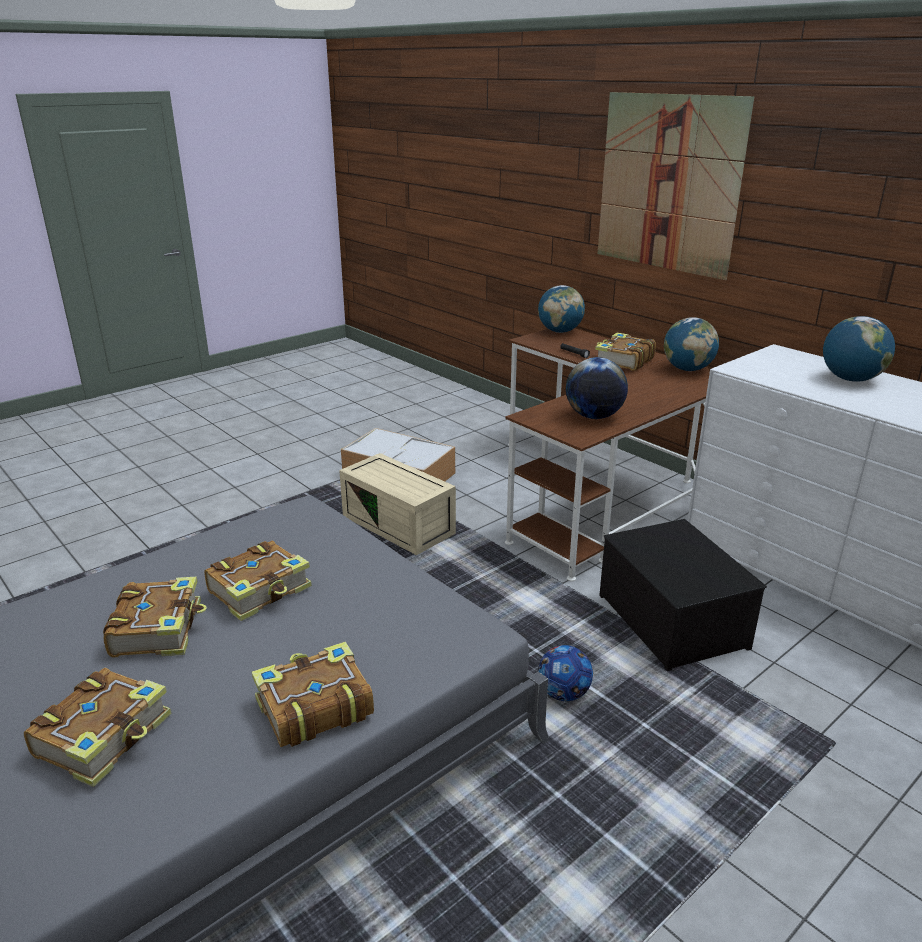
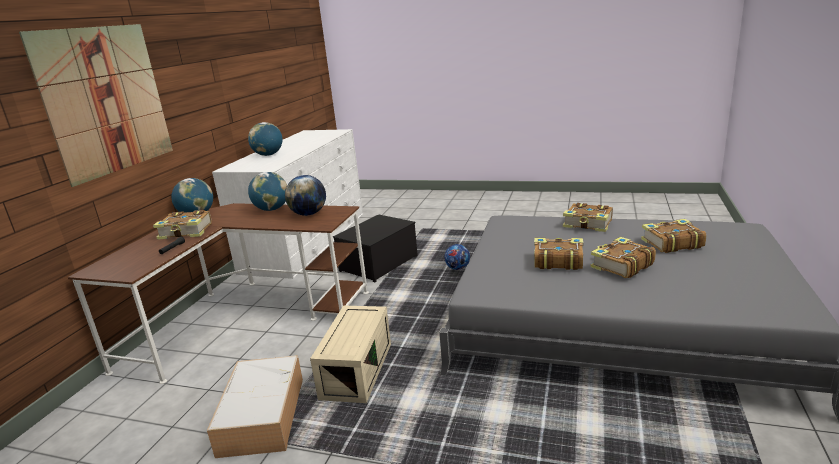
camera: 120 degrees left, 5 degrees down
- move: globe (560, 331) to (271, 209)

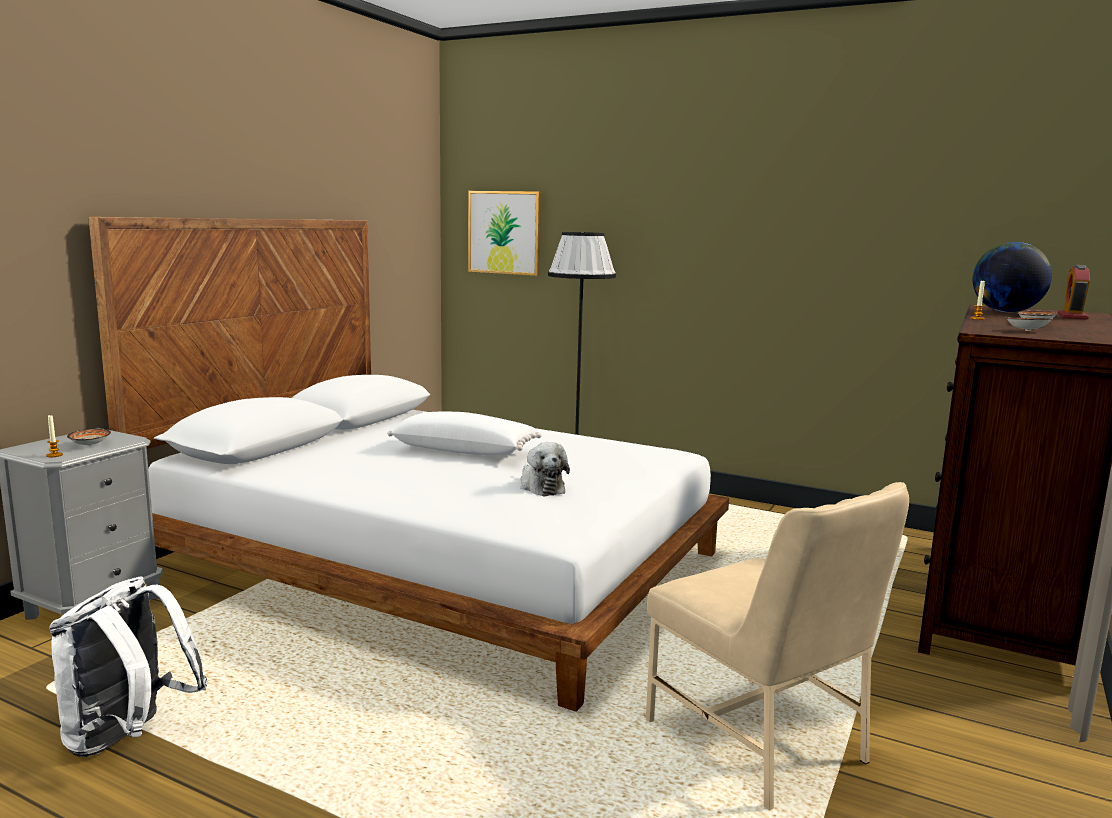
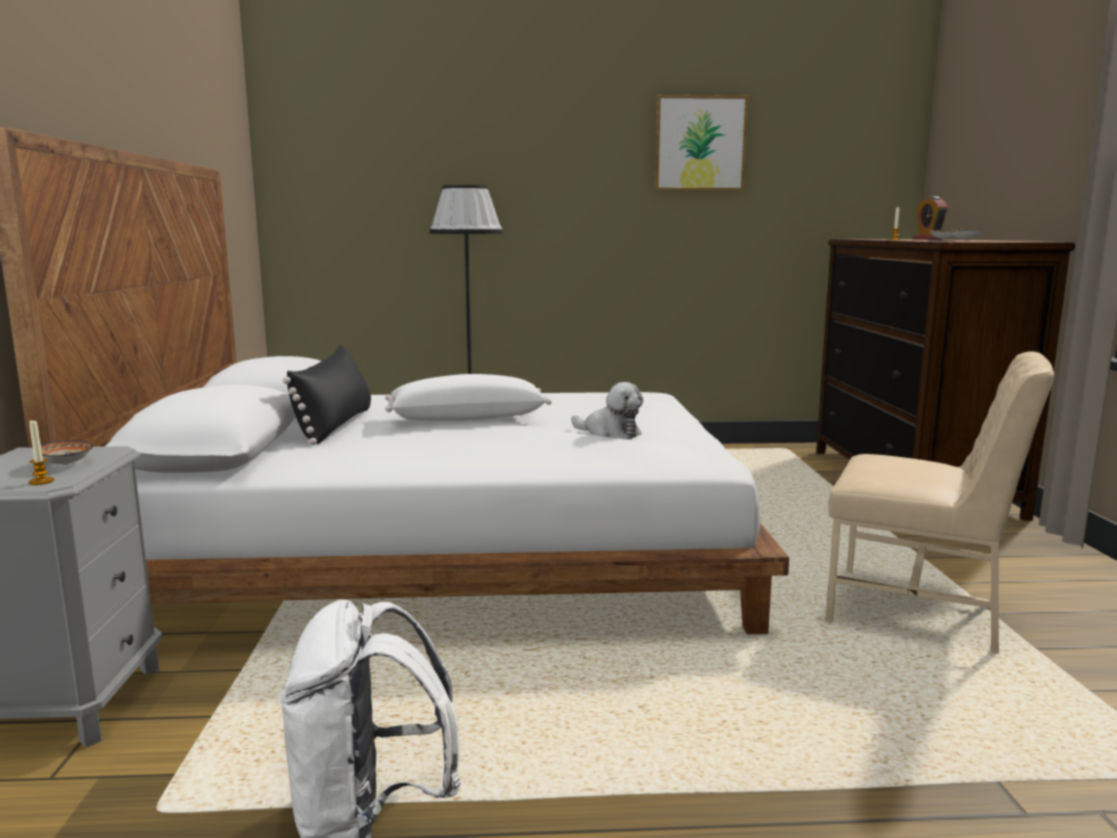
camera: 30 degrees left, 0 degrees up
- delete: globe (1006, 312)
- insert: coussin (noir) (335, 425)
- move: tableau (505, 232) to (700, 143)

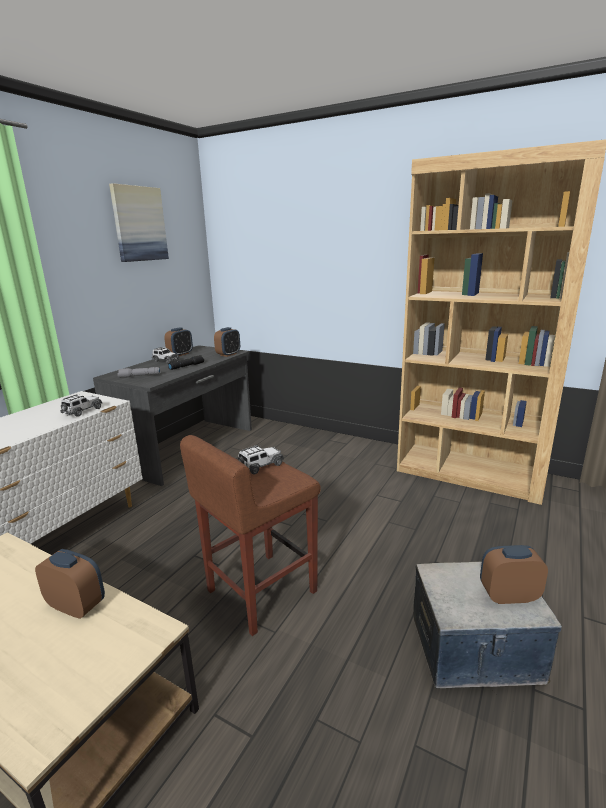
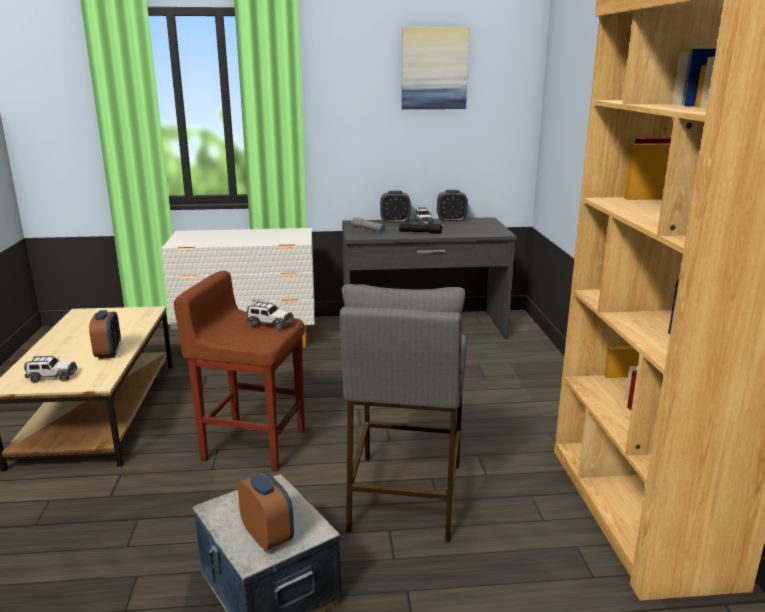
camera: 55 degrees right, 0 degrees up
- insert: tabouret (gris) (404, 496)
- move: petite voiture (82, 411) to (52, 377)
- move: réveil (228, 354) to (395, 222)

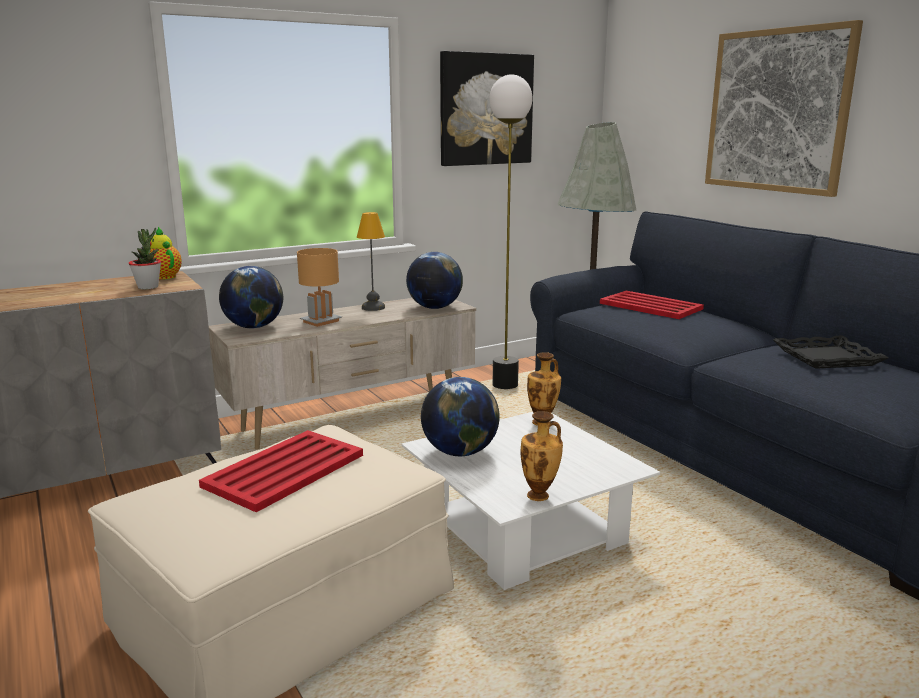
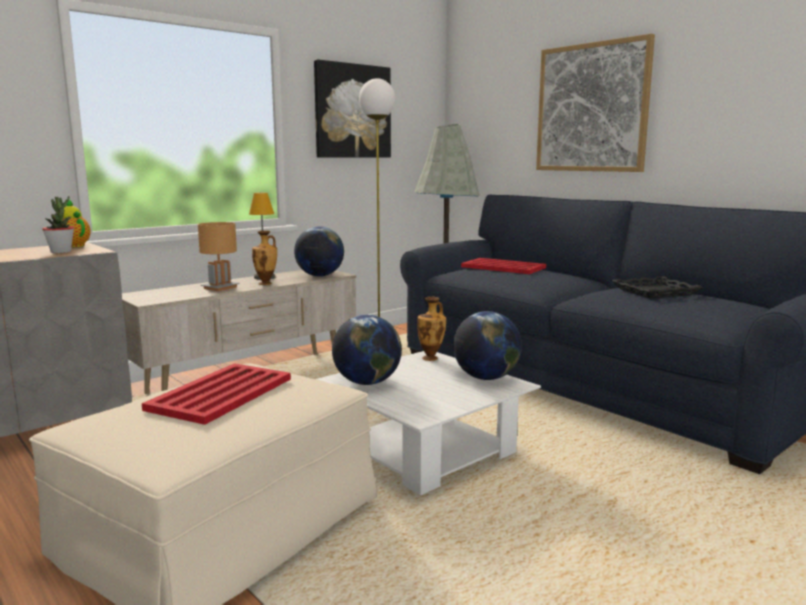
camera: 10 degrees left, 5 degrees down
- move: globe (254, 327) to (486, 378)
- move: vase (539, 496) to (266, 284)

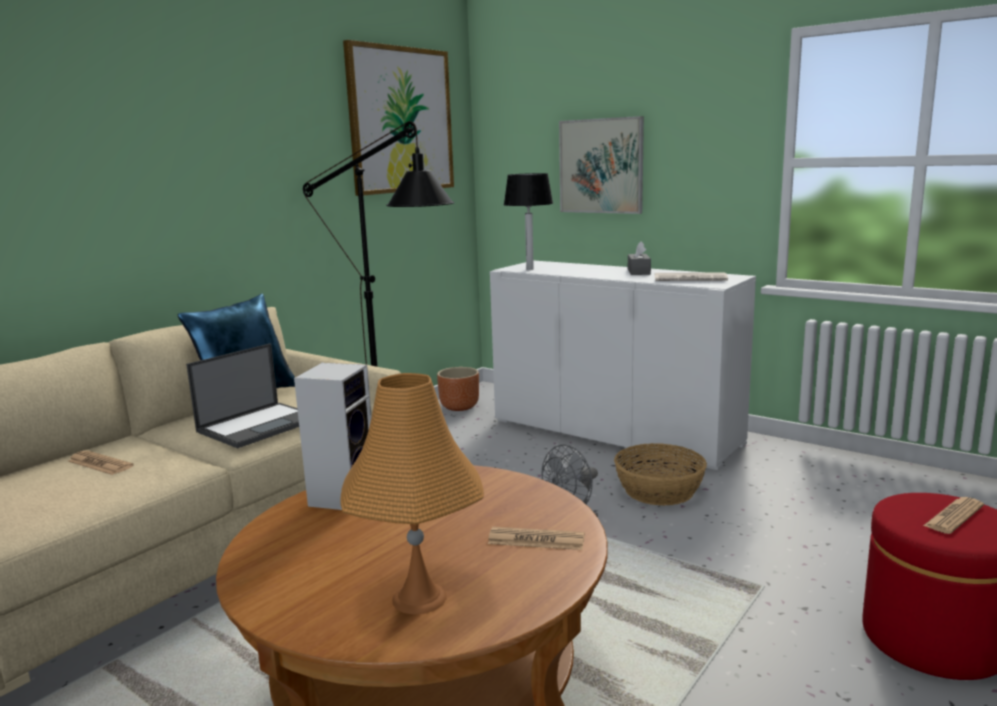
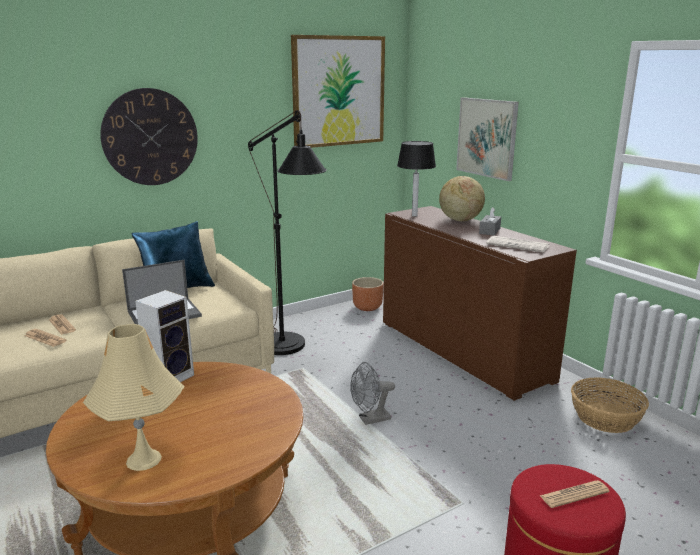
camera: 20 degrees right, 5 degrees up
- insert: horloge murale (150, 137)
- insert: globe (460, 220)
- move: journal (536, 540) to (45, 338)
- move: panier (659, 490) to (606, 417)
- recolor: lampe de table (orange) (419, 598) to lampe de table (beige) (143, 460)
- recolor: meuble de rangement (blanc) (614, 432) to meuble de rangement (marron) (462, 350)

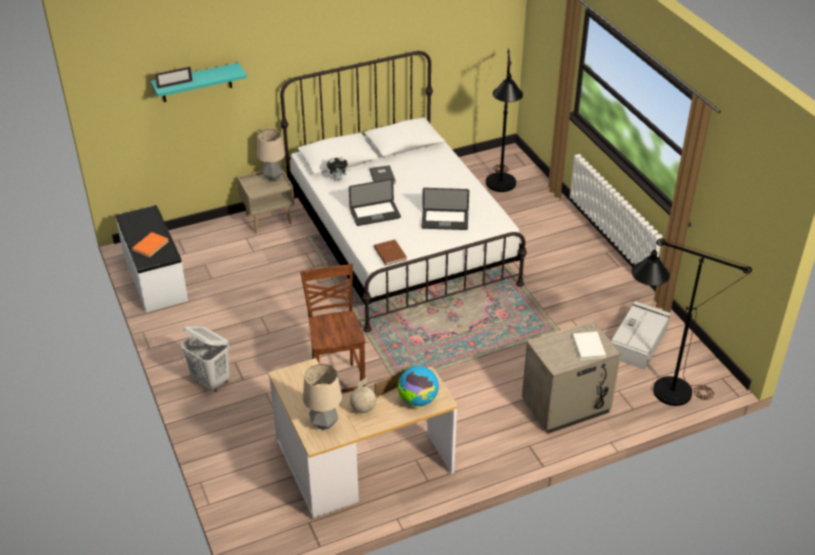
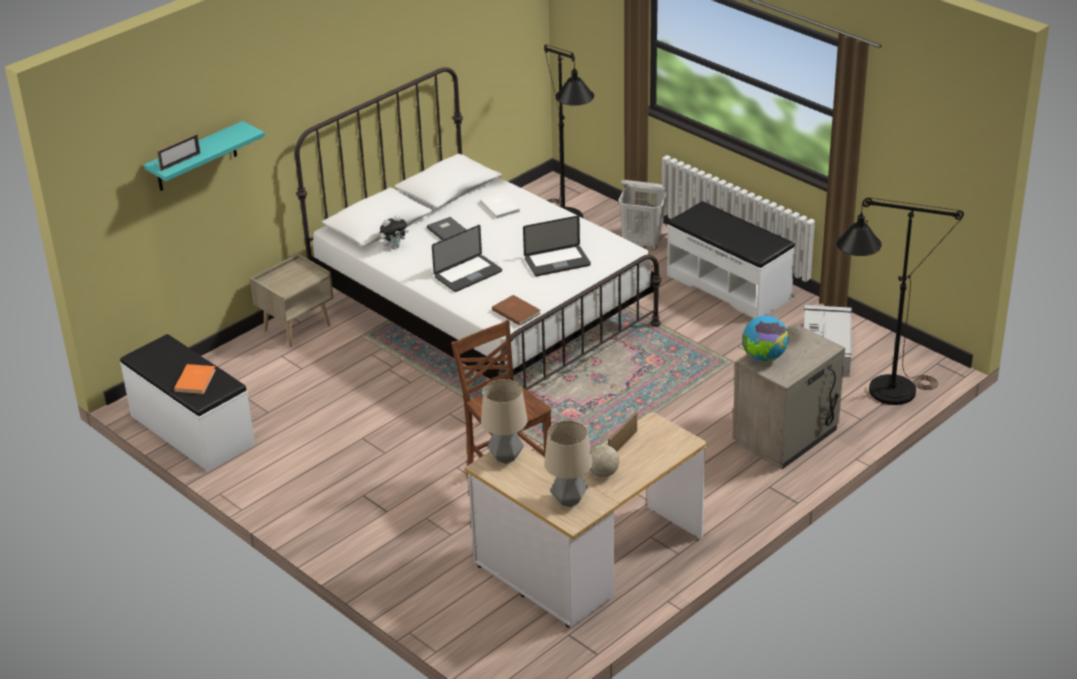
camera: 20 degrees left, 5 degrees down
- insert: banc (blanc) (729, 286)
- move: panier à linge (blanc) (211, 381) to (642, 243)
- move: lampe de table (273, 178) to (506, 457)
- move: globe (418, 400) to (764, 357)
- move: livre (blanc) (589, 346) to (501, 206)

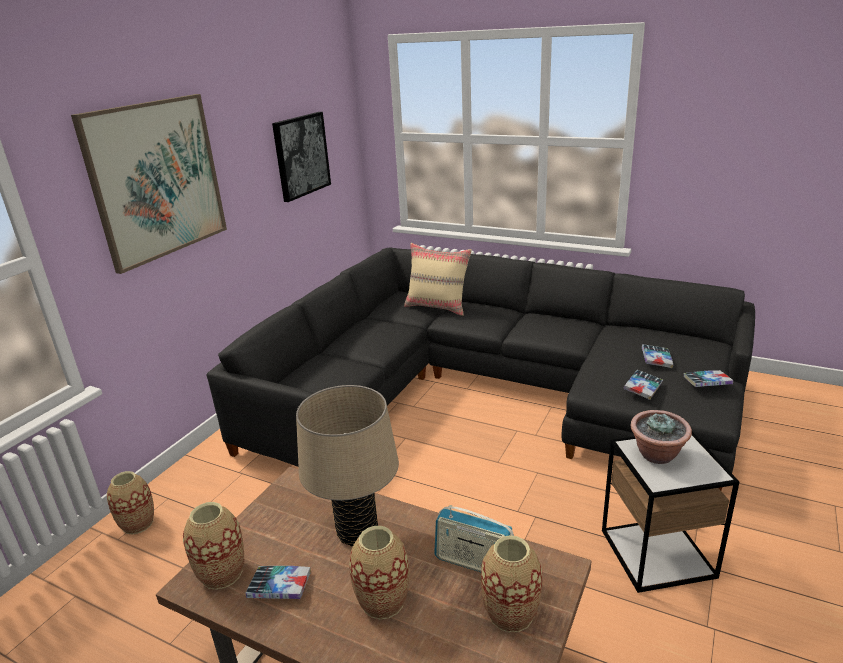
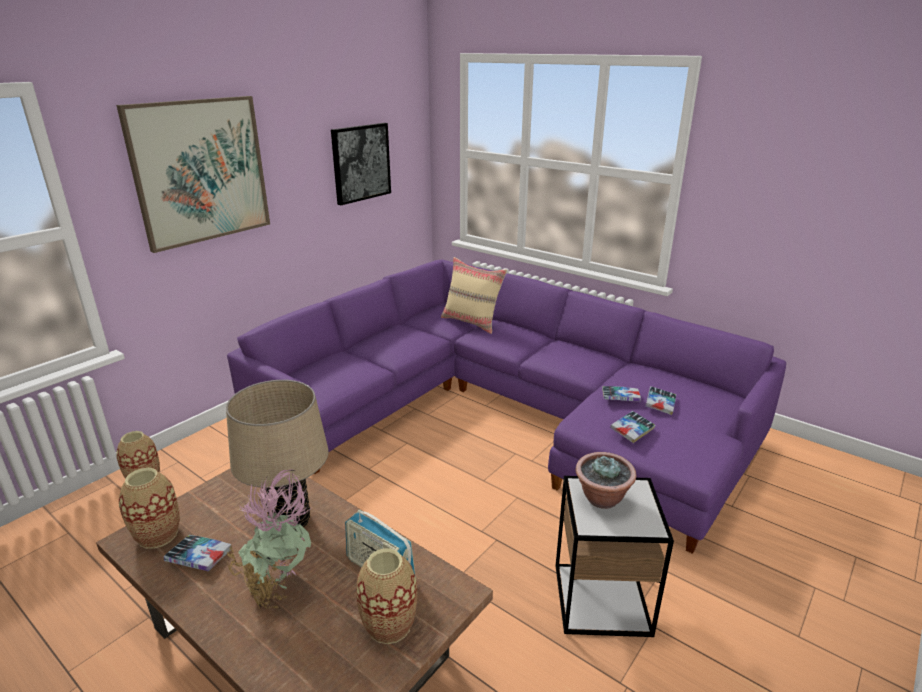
camera: 10 degrees right, 0 degrees up
- move: livre (707, 382) to (620, 397)
- replace: vase (383, 601) to plante en pot (280, 589)
- recolor: canapé (noir) (489, 392) to canapé (violet) (505, 412)

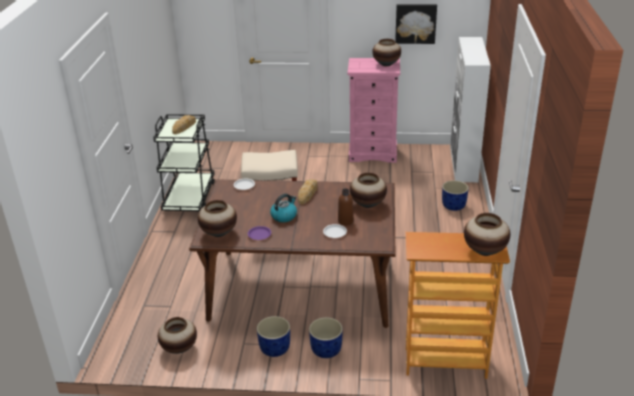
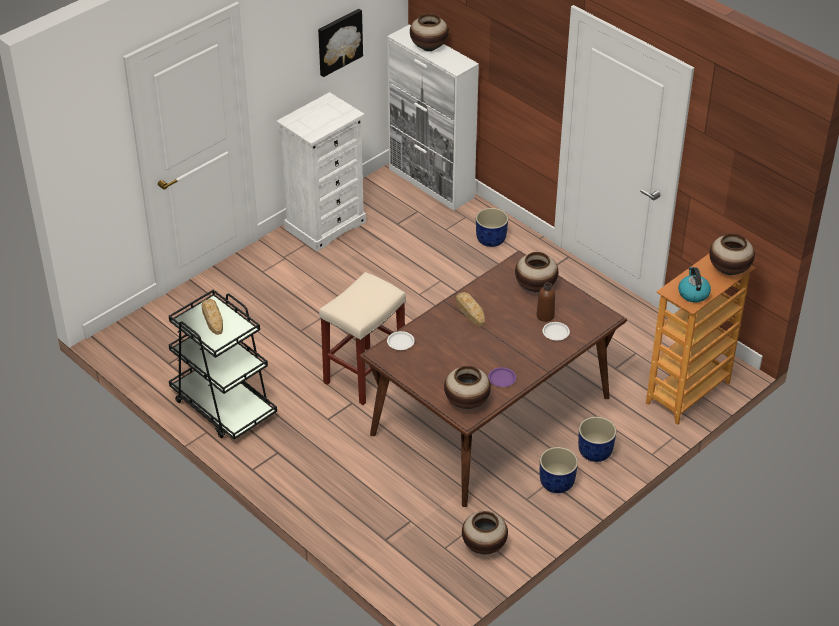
camera: 50 degrees left, 10 degrees up
- move: bouilloire (284, 216) to (693, 293)
- move: vase (386, 64) to (428, 47)
- recolor: commode (rose) (373, 153) to commode (blanc) (325, 225)

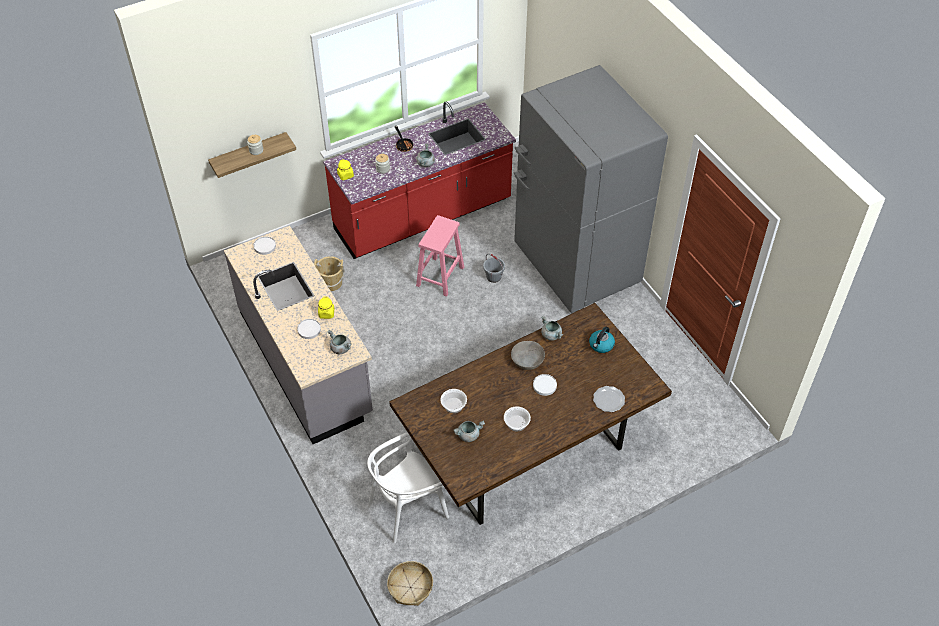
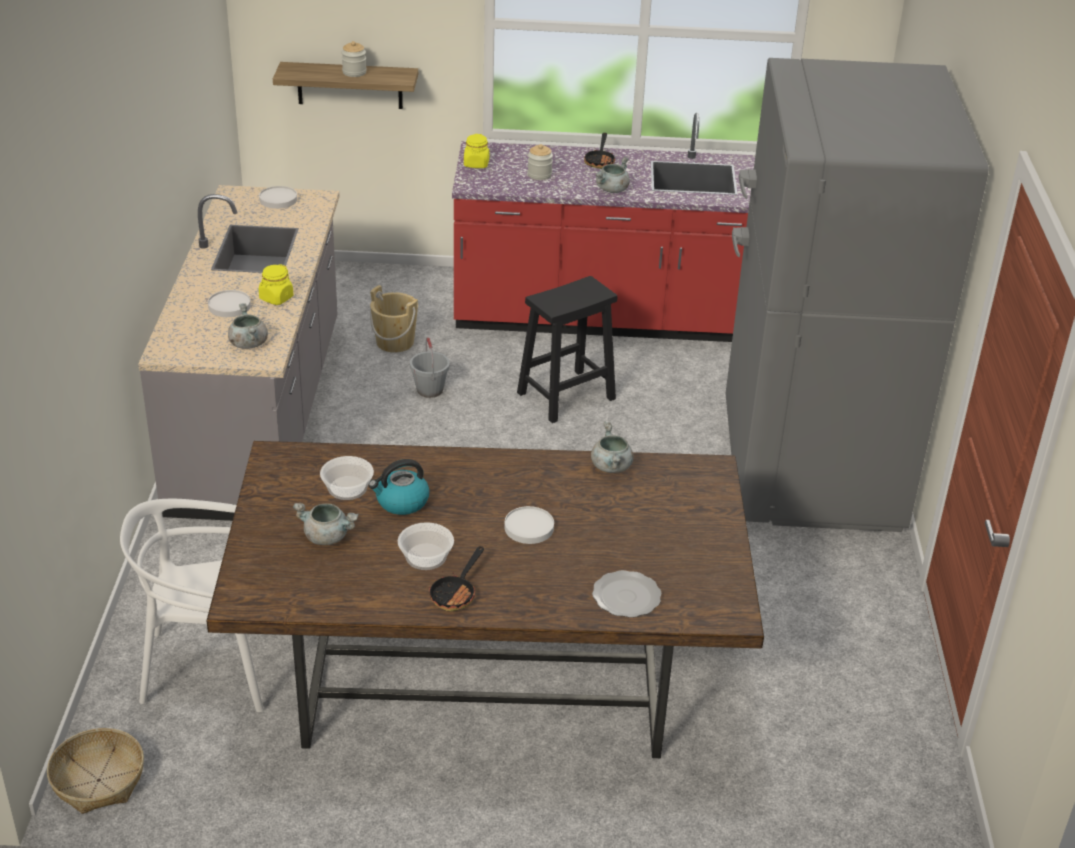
camera: 30 degrees right, 15 degrees down
- delete: bol (gris) (527, 360)
- insert: poêle (456, 593)
- move: seau (gris) (494, 277) to (430, 390)
- move: bouilloire (601, 345) to (401, 502)
- recolor: tabouret (rose) (440, 277) to tabouret (noir) (565, 396)

